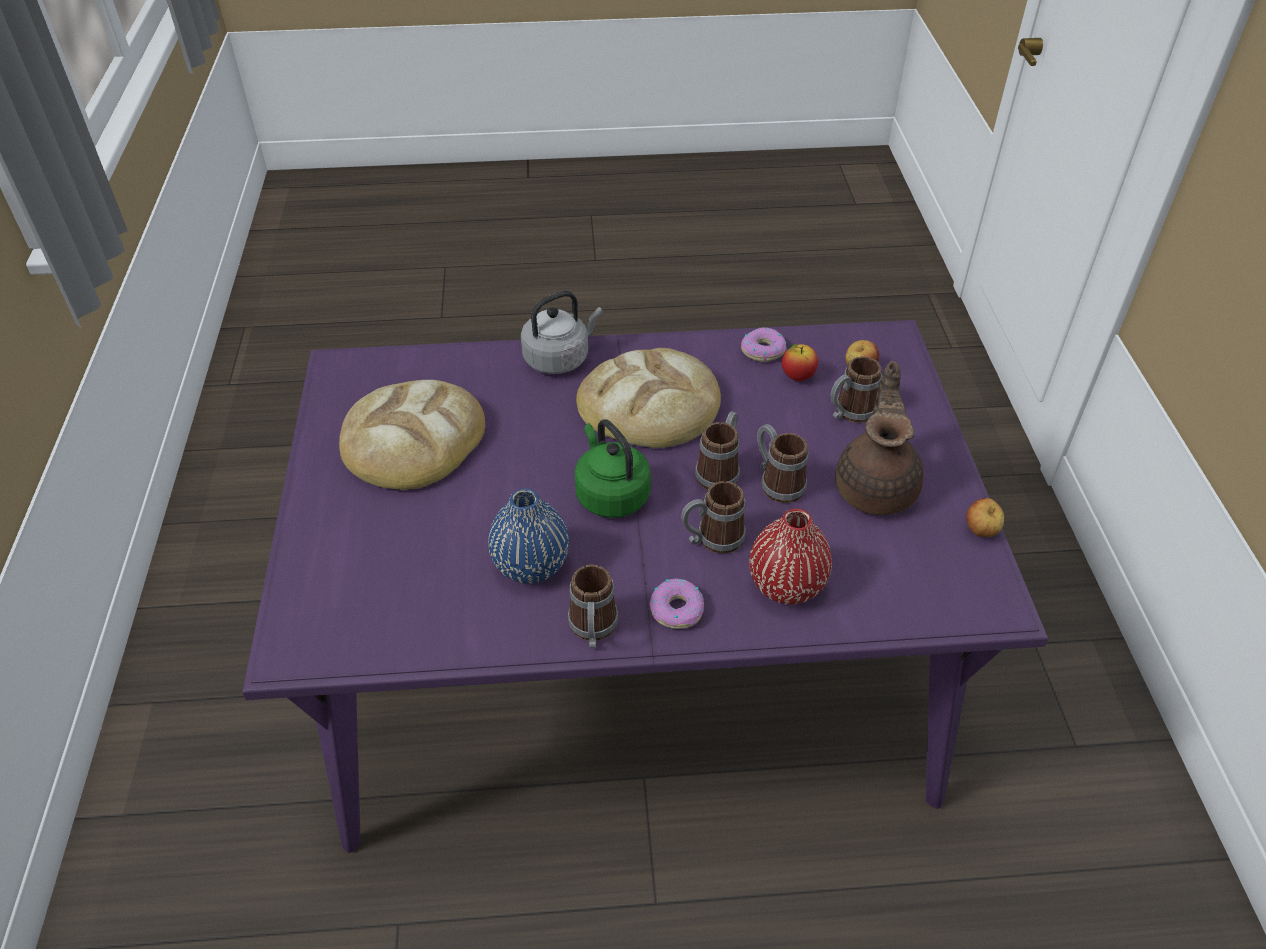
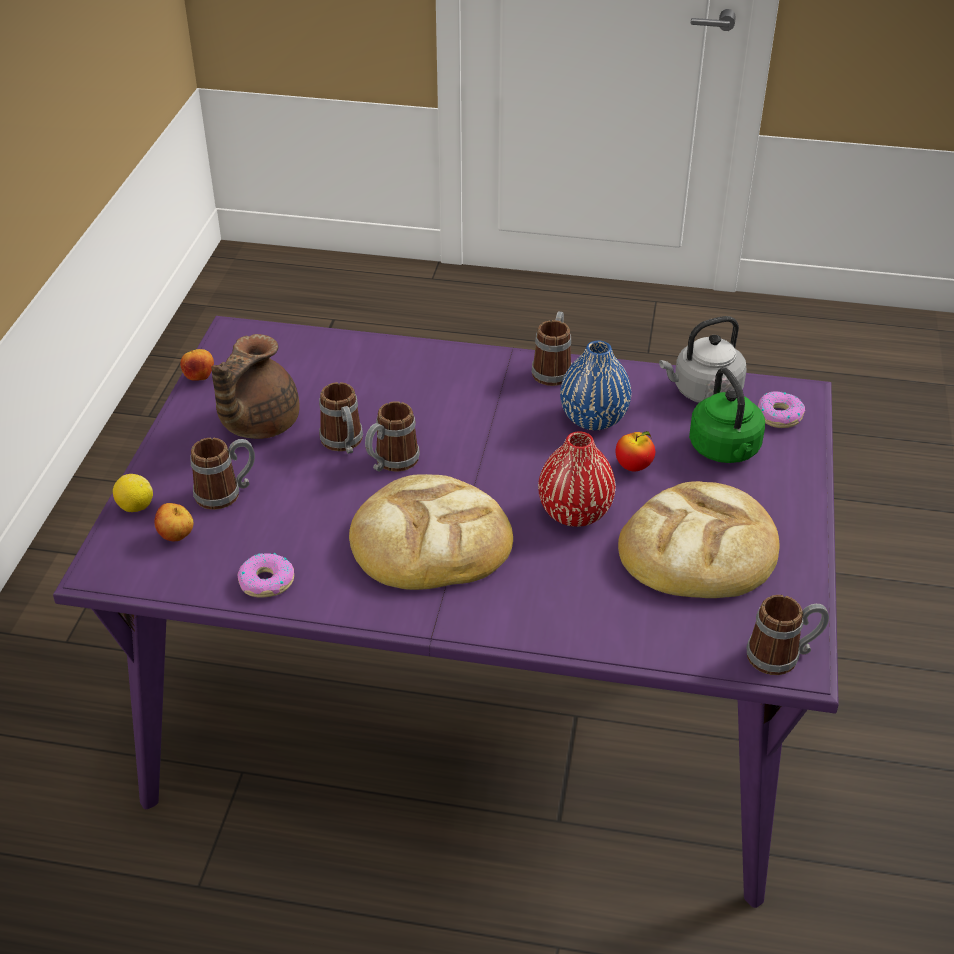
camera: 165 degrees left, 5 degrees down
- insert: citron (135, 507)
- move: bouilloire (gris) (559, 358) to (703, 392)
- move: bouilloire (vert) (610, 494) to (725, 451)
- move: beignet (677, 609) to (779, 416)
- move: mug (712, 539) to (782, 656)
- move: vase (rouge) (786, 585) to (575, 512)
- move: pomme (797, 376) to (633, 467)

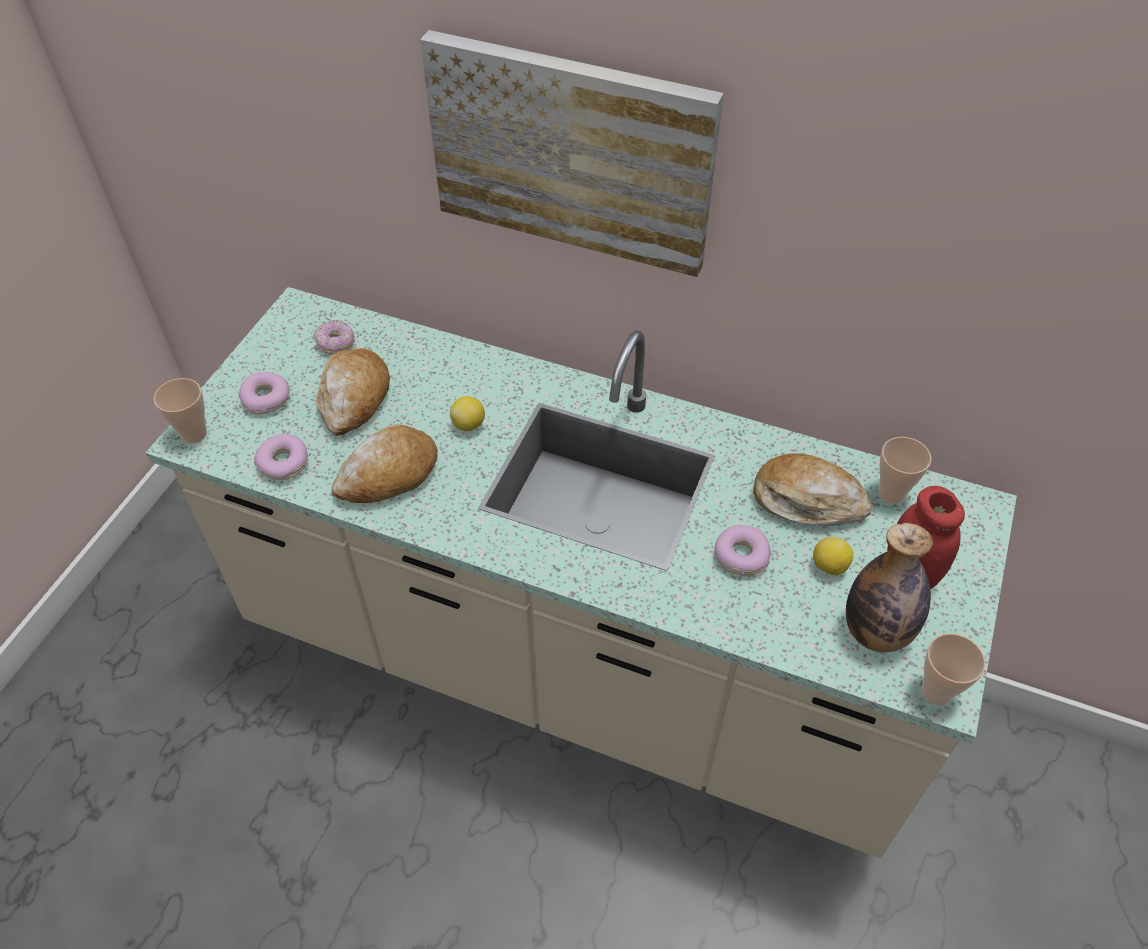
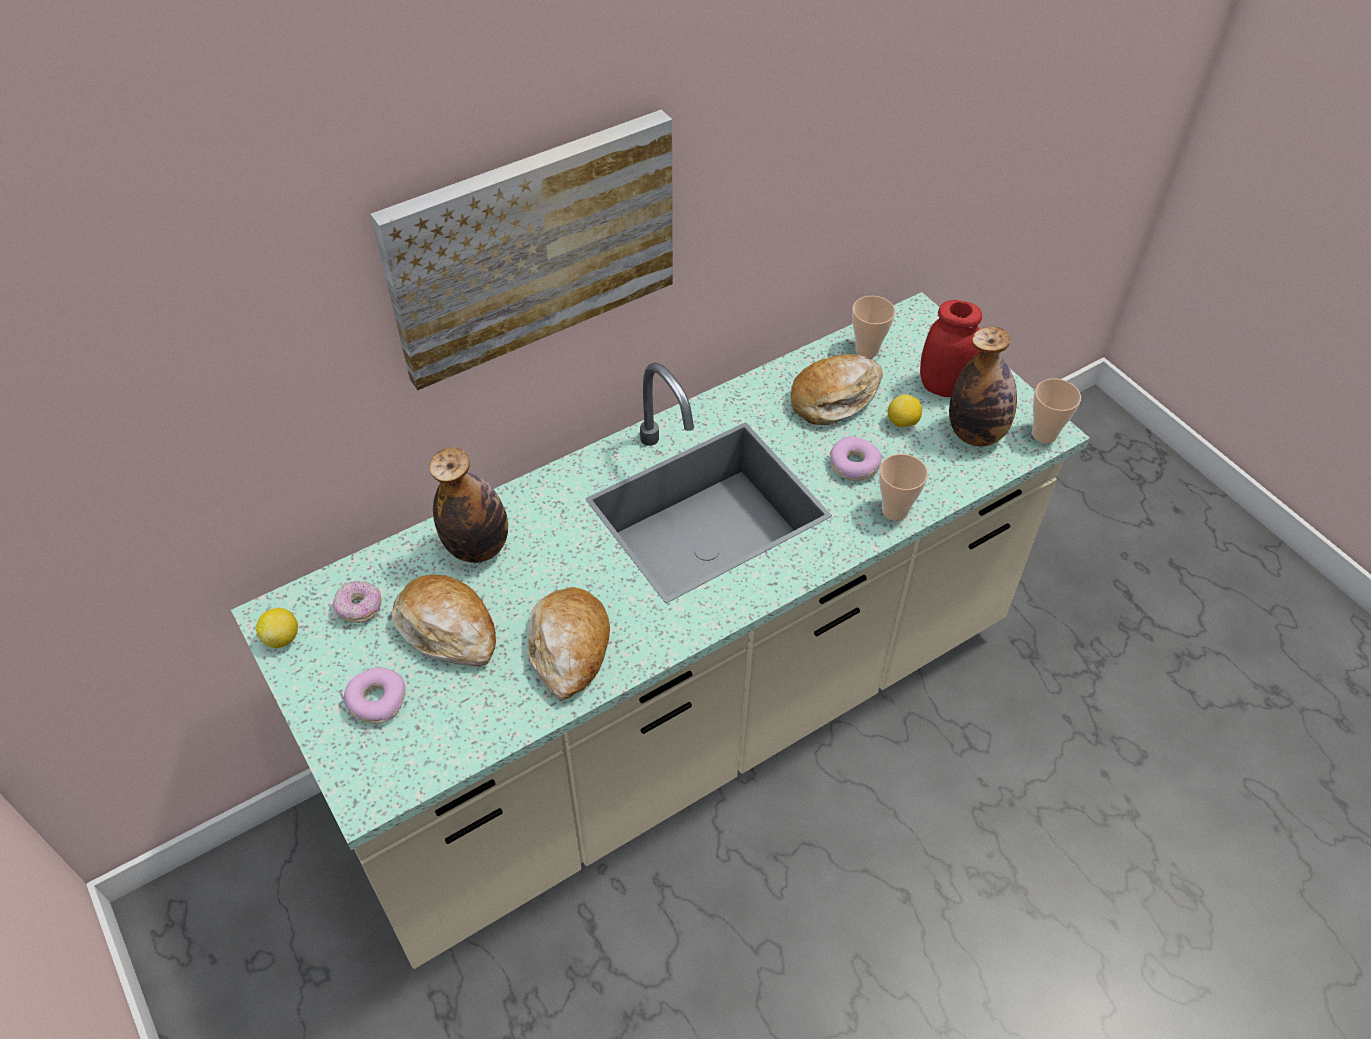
camera: 55 degrees left, 0 degrees up
- delete: beignet (284, 463)
- insert: bouteille (477, 547)
- move: tasse (194, 434) to (895, 510)
- move: citron (469, 425) to (282, 638)

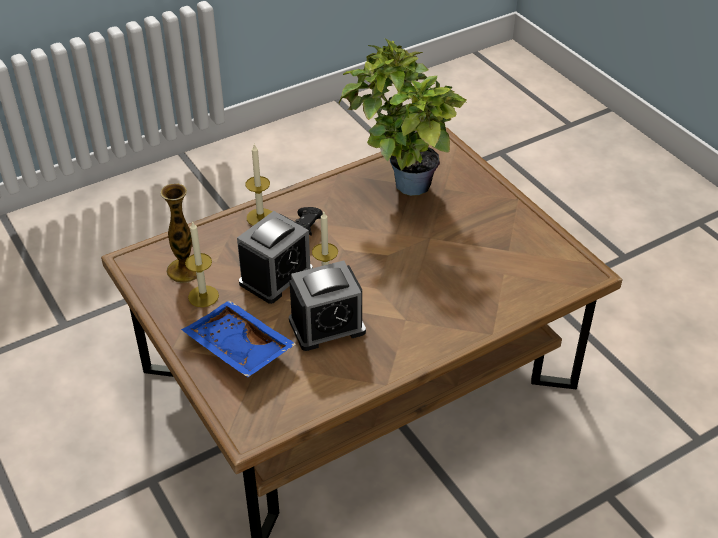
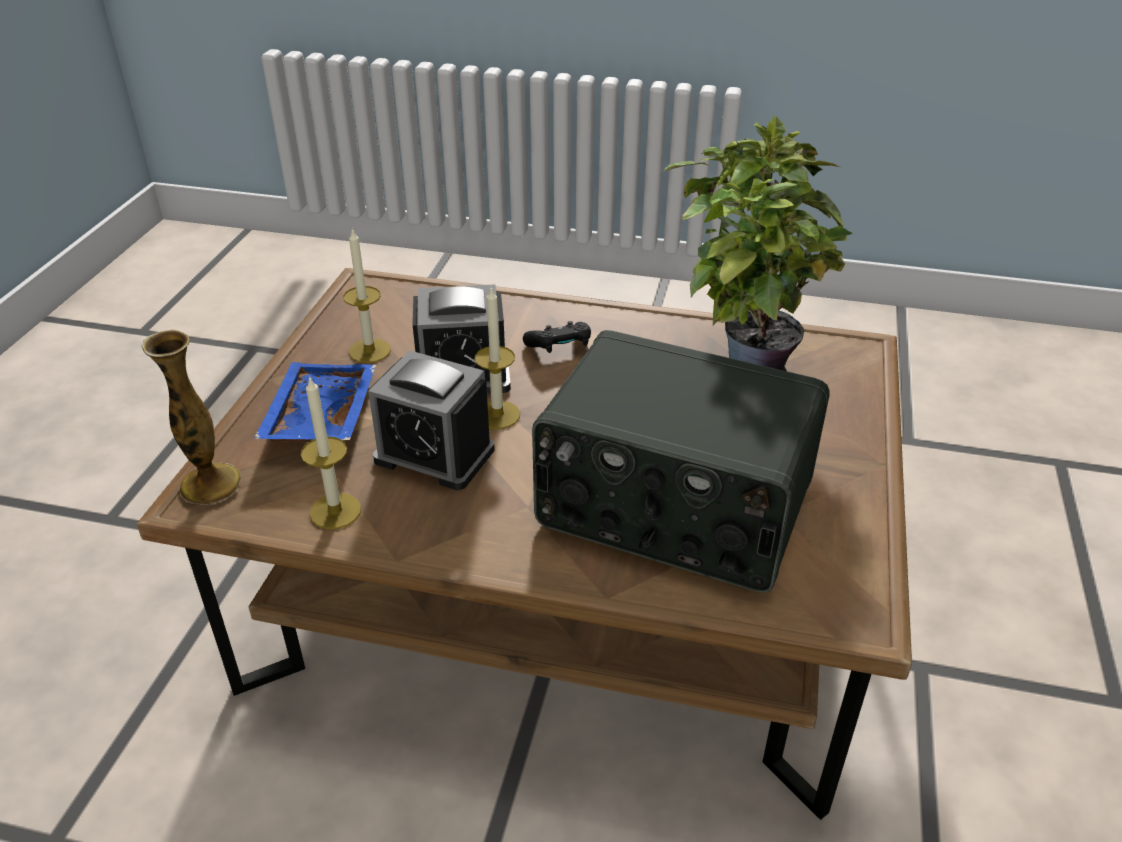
camera: 45 degrees right, 5 degrees down
- insert: radio (673, 508)
- move: vase (184, 270) to (210, 484)
- move: bougie (260, 217) to (335, 511)

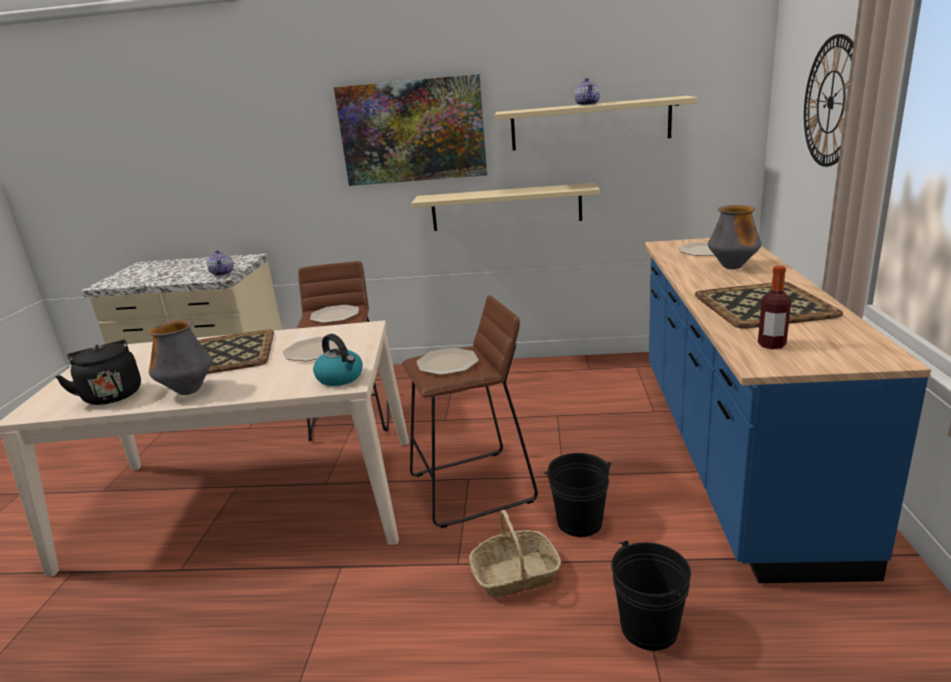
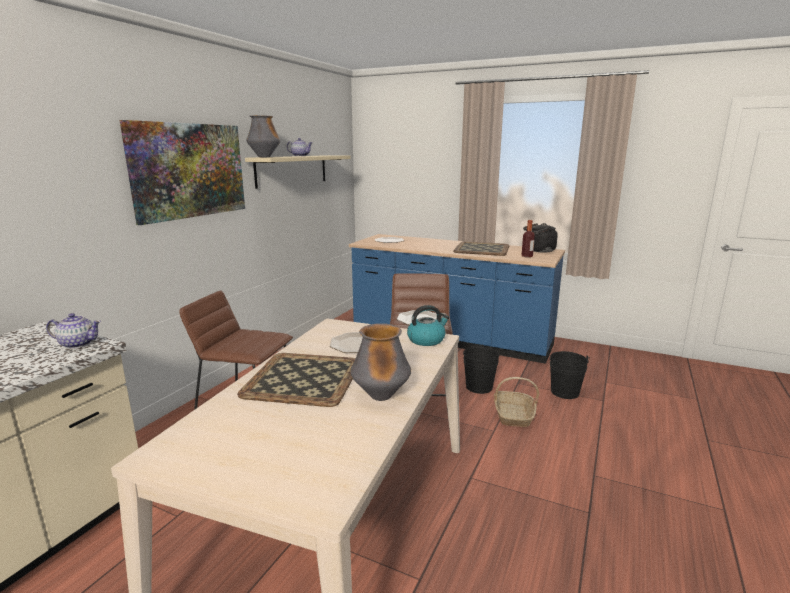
camera: 70 degrees left, 5 degrees down
- delete: assiette (335, 315)
- delete: étagère (beige) (506, 207)
- delete: horloge murale (831, 102)
- move: bouilloire (noir) (111, 394) to (539, 251)
- move: vase (732, 267) to (264, 157)

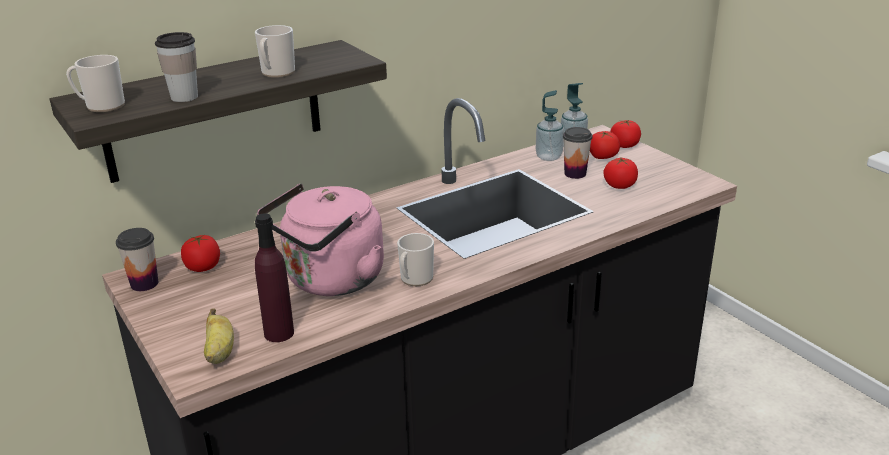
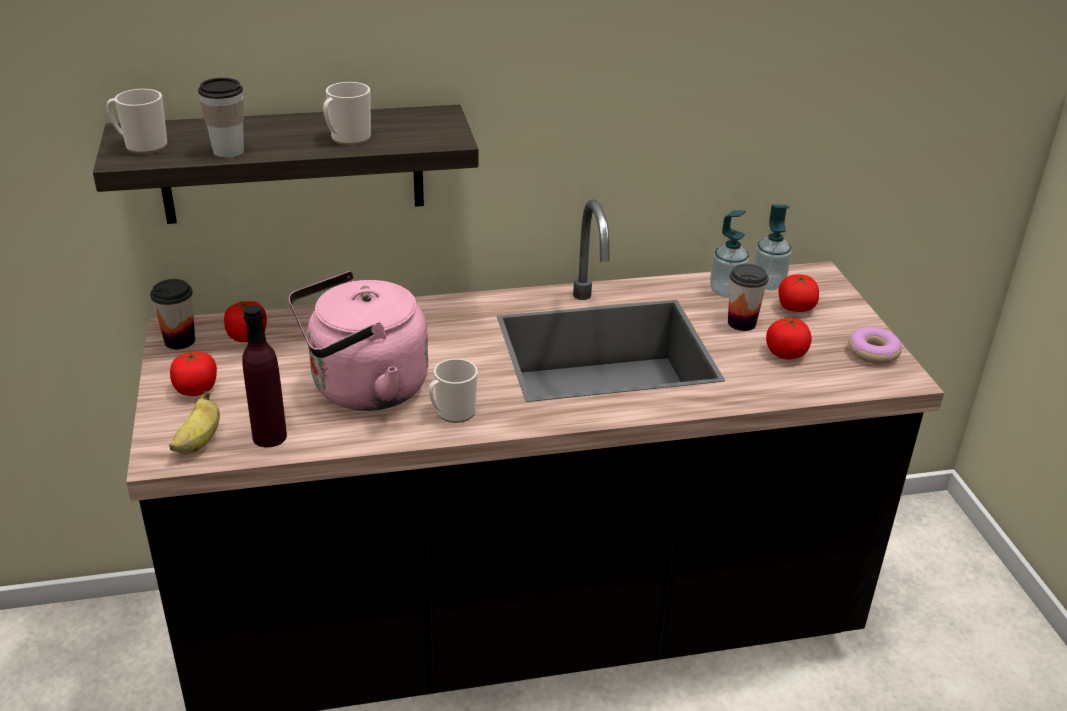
camera: 20 degrees right, 5 degrees up
- insert: beignet (873, 352)
- move: tomate (624, 145) to (196, 389)

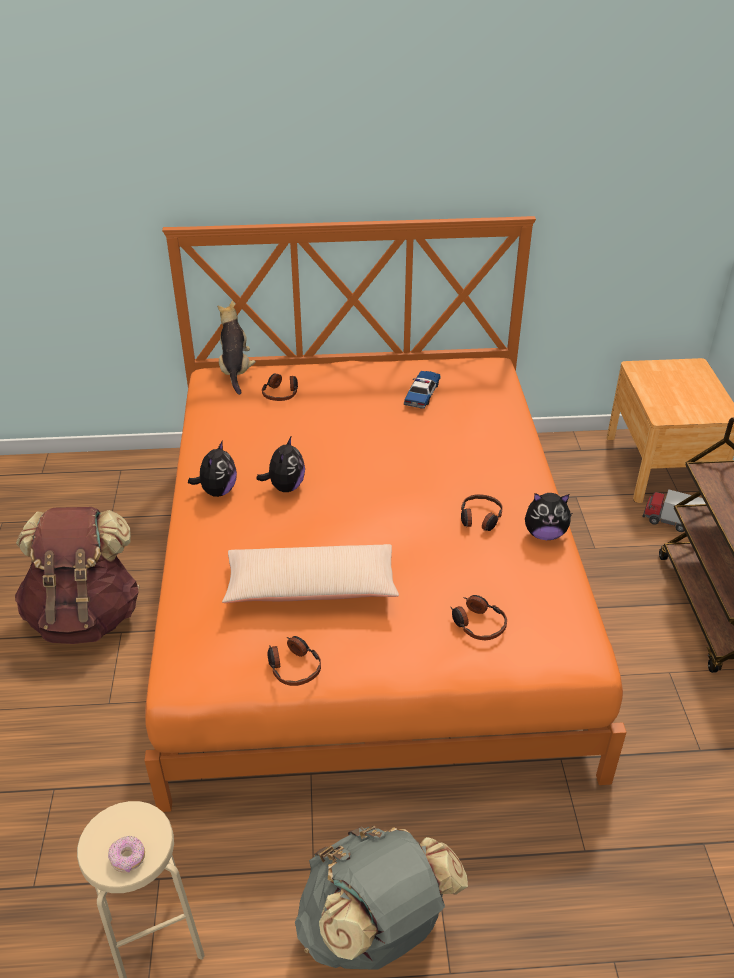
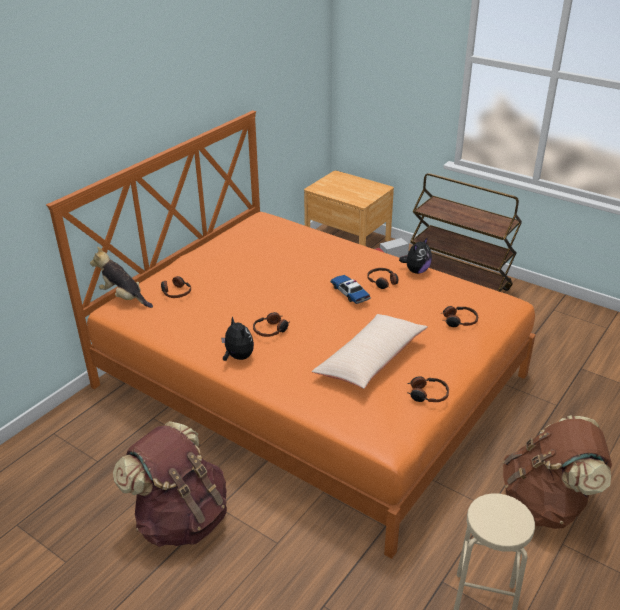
camera: 50 degrees left, 5 degrees down
- delete: beignet (128, 858)
- move: petite voiture (422, 394) to (349, 293)
- replace: peluche (285, 486) to casque audio (271, 330)
- recolor: sac à dos (gris) (374, 929) to sac à dos (marron) (546, 503)

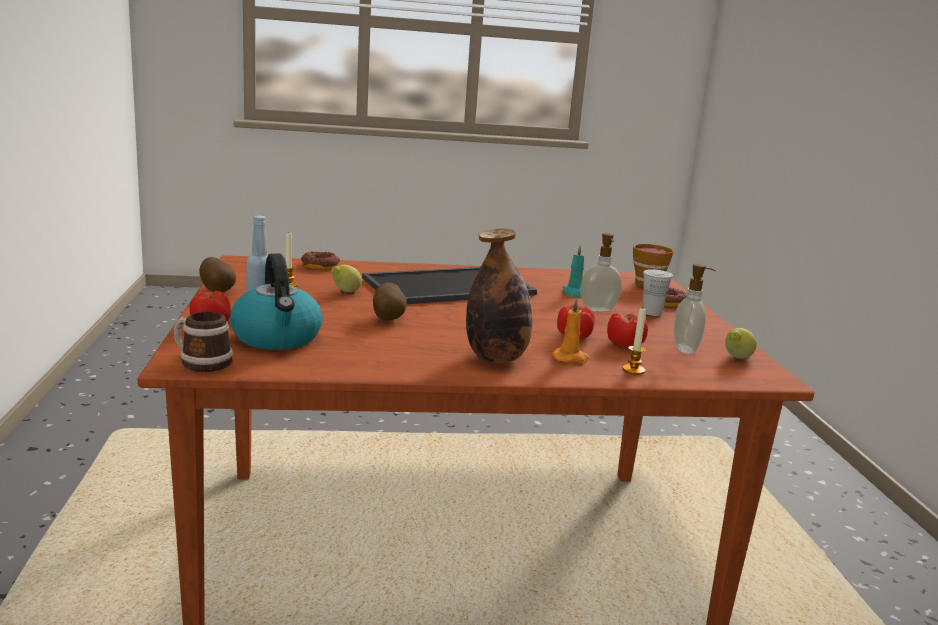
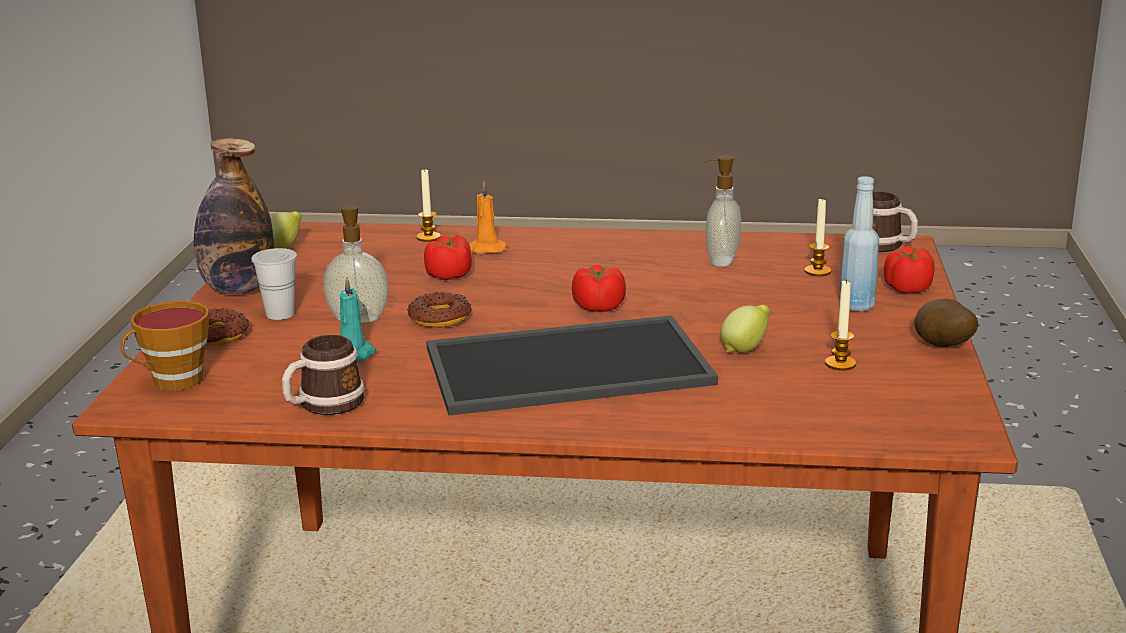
camera: 165 degrees left, 5 degrees up
- delete: pomme de terre (389, 318)
- insert: mug (323, 405)
- move: beignet (320, 265) to (440, 318)
- move: bouteille (496, 358) to (238, 289)
- move: tomate (625, 344) to (598, 307)
- move: distributeur de savon (686, 349) to (720, 261)
- replace: bouilloire (277, 338) to bougie (817, 271)

